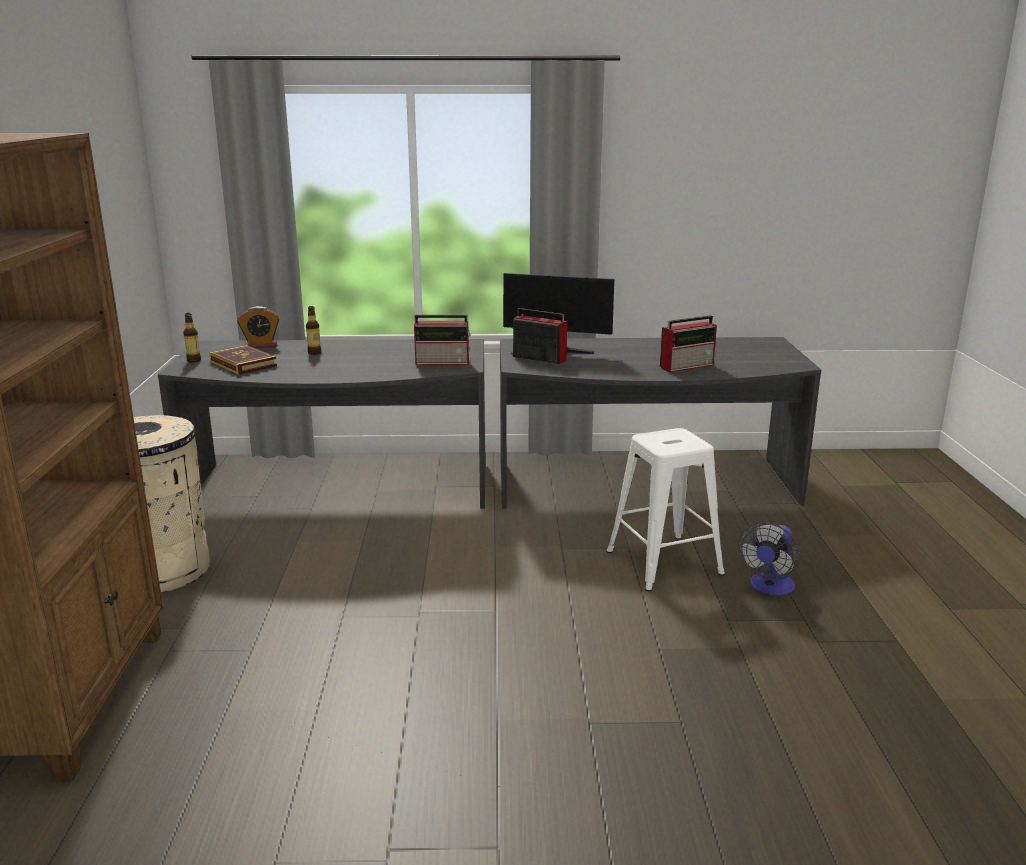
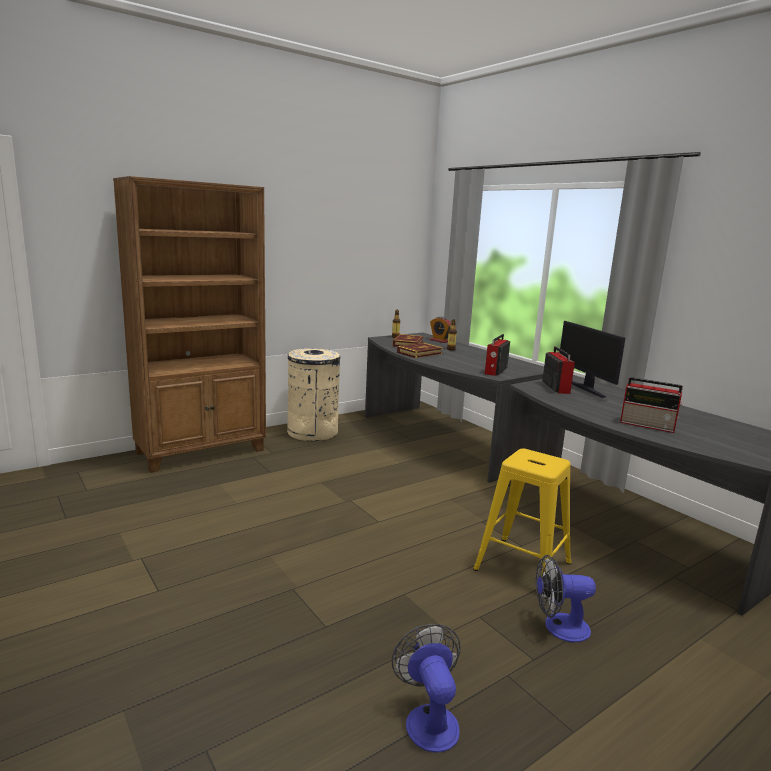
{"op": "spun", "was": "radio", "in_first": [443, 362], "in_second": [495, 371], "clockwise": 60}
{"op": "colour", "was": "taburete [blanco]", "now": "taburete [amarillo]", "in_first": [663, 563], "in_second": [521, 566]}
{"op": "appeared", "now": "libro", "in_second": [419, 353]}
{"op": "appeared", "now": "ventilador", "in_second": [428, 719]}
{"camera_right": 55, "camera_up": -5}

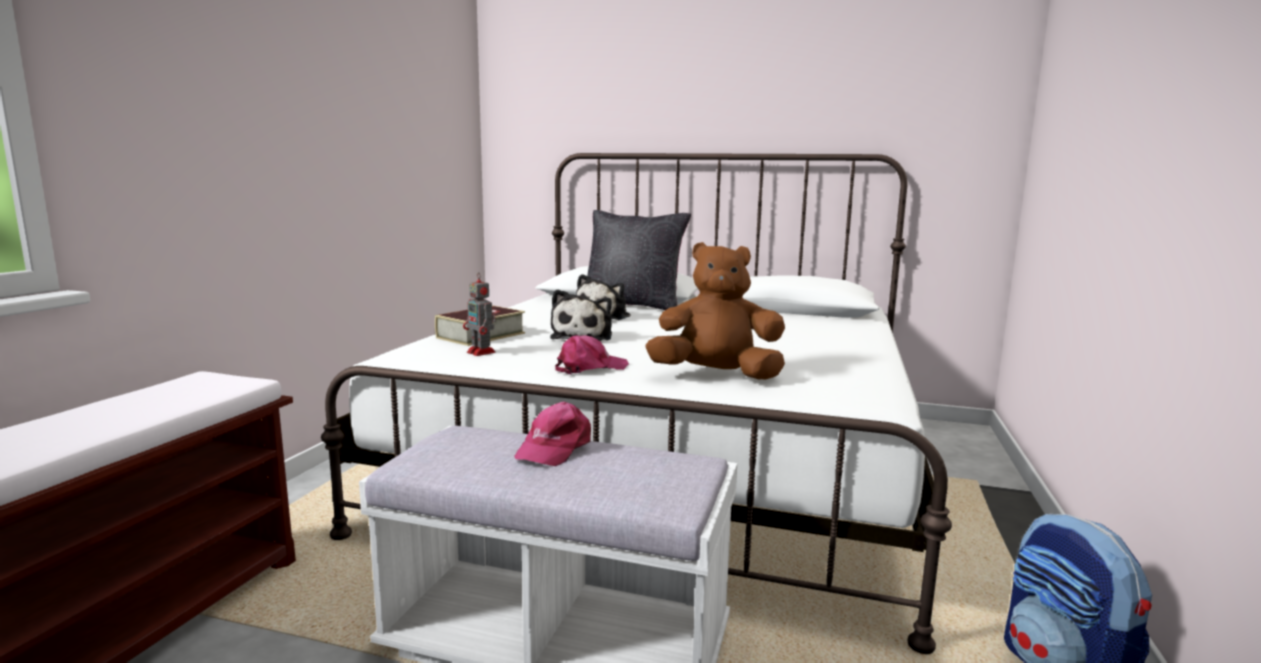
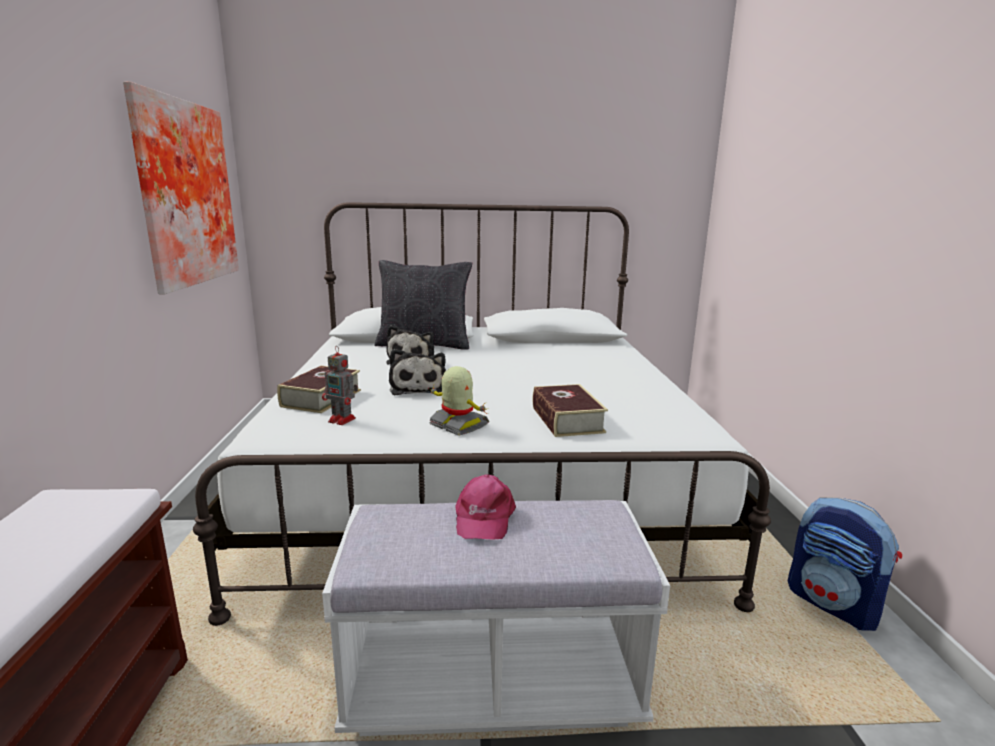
{"op": "exchanged", "was": "peluche [marrón]", "now": "libro", "in_first": [716, 375], "in_second": [567, 420]}
{"op": "exchanged", "was": "gorra [rosa]", "now": "robot de juguete", "in_first": [590, 368], "in_second": [458, 425]}
{"op": "appeared", "now": "cuadro", "in_second": [182, 193]}
{"camera_right": -20, "camera_up": 5}

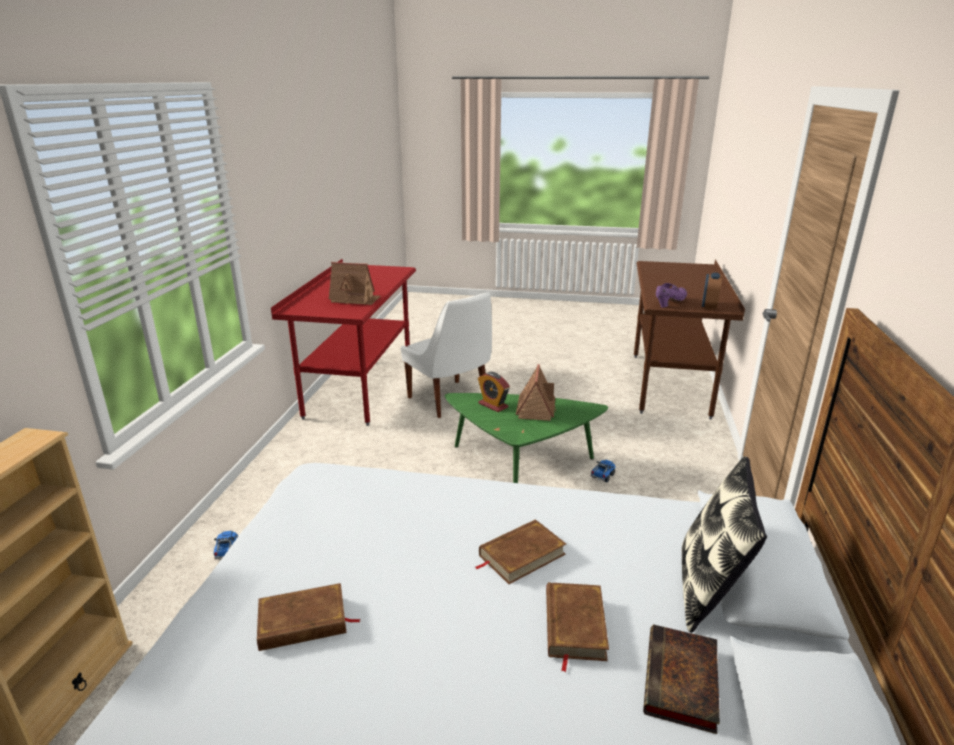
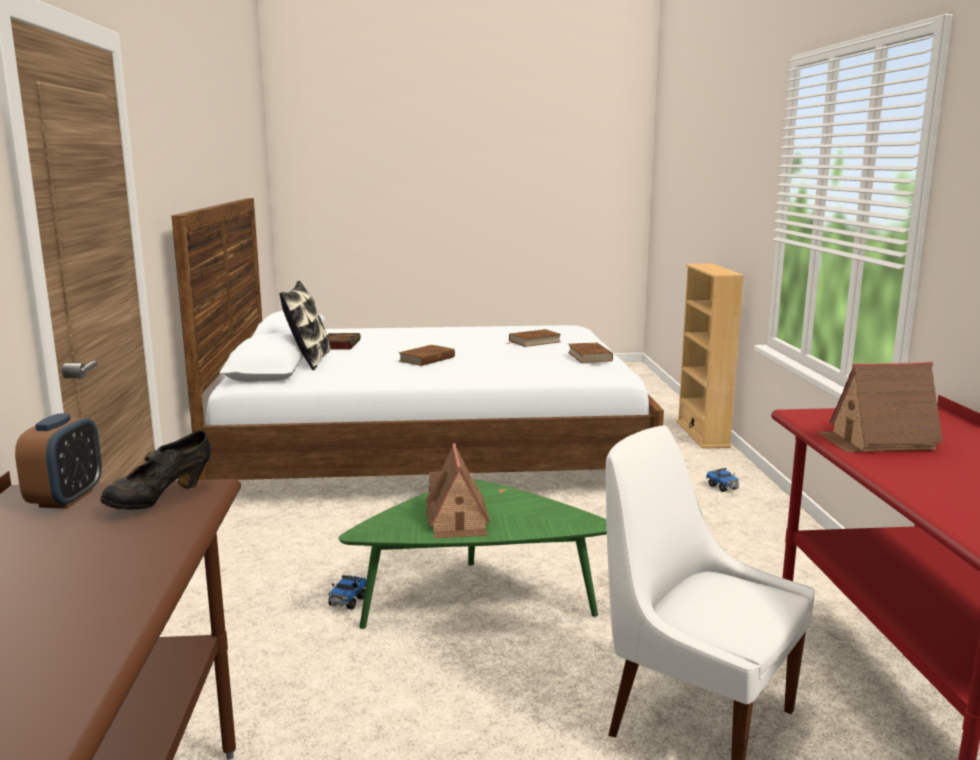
{"op": "colour", "was": "zapato [morado]", "now": "zapato [negro]", "in_first": [670, 303], "in_second": [160, 499]}
{"op": "missing", "was": "despertador", "in_first": [493, 405]}
{"op": "relocated", "was": "libro [marrón]", "in_first": [574, 625], "in_second": [590, 356]}
{"camera_right": 165, "camera_up": -10}

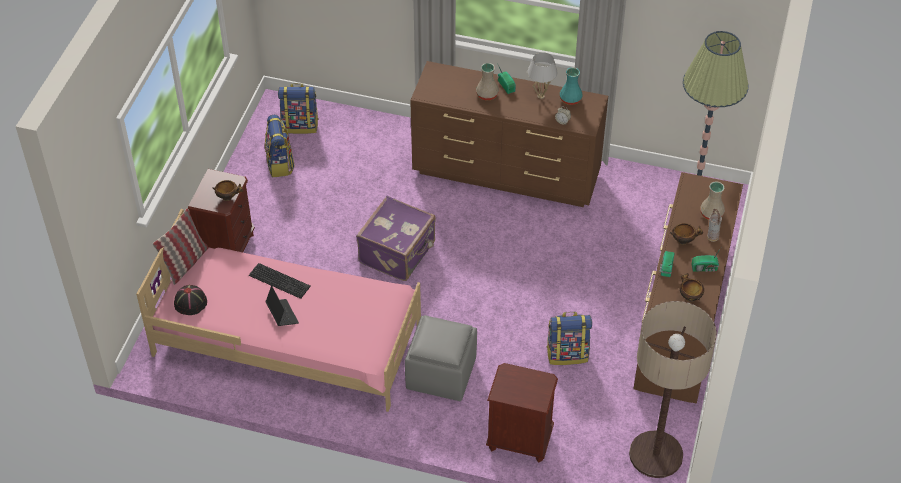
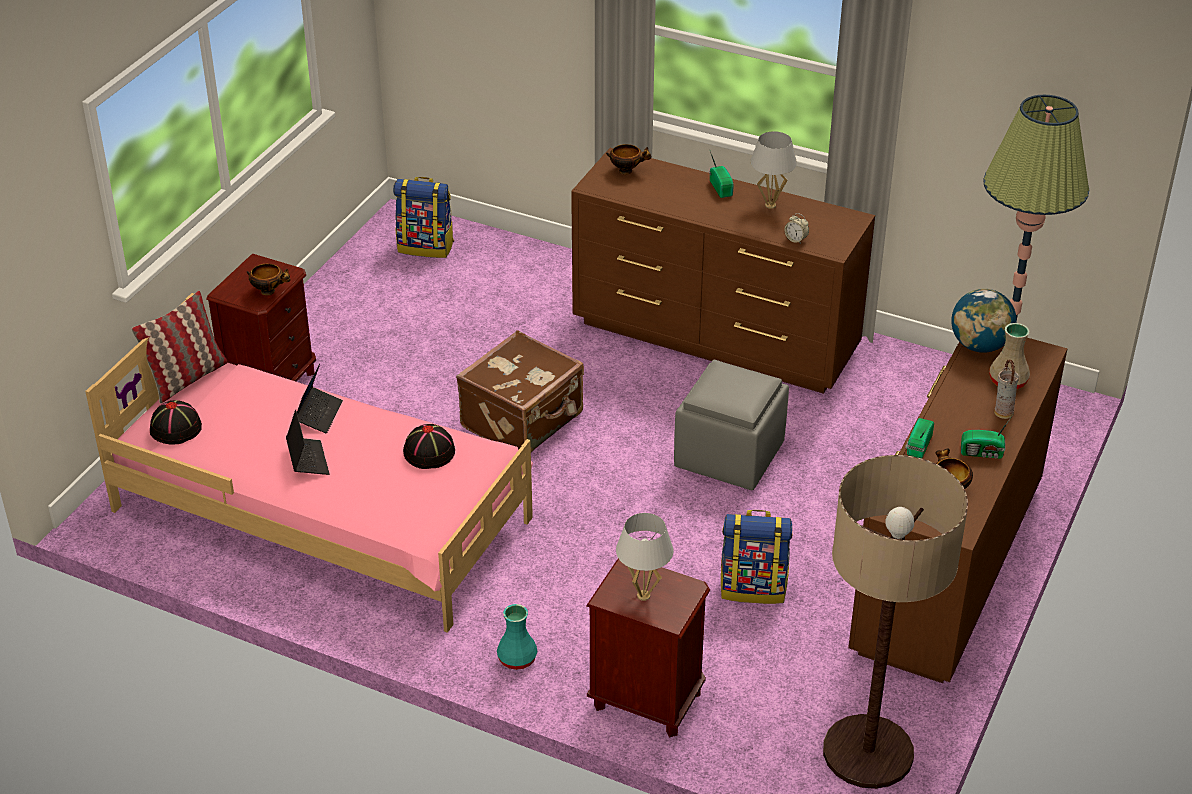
{"op": "missing", "was": "florero [beis]", "in_first": [487, 94]}
{"op": "relocated", "was": "florero [turquesa]", "in_first": [570, 99], "in_second": [517, 659]}
{"op": "missing", "was": "mochila", "in_first": [280, 164]}
{"op": "colour", "was": "maleta [morado]", "now": "maleta [marrón]", "in_first": [398, 253], "in_second": [524, 421]}
{"op": "relocated", "was": "cuenco", "in_first": [684, 241], "in_second": [627, 171]}
{"op": "exchanged", "was": "teclado", "now": "portátil", "in_first": [279, 279], "in_second": [319, 414]}
{"op": "relocated", "was": "puf [gris]", "in_first": [440, 373], "in_second": [728, 455]}
{"op": "appeared", "now": "globo terráqueo", "in_second": [979, 346]}
{"op": "appeared", "now": "sombrero [negro]", "in_second": [429, 453]}
{"op": "appeared", "now": "lámpara de mesa [blanco]", "in_second": [643, 596]}
{"camera_right": 10, "camera_up": -10}

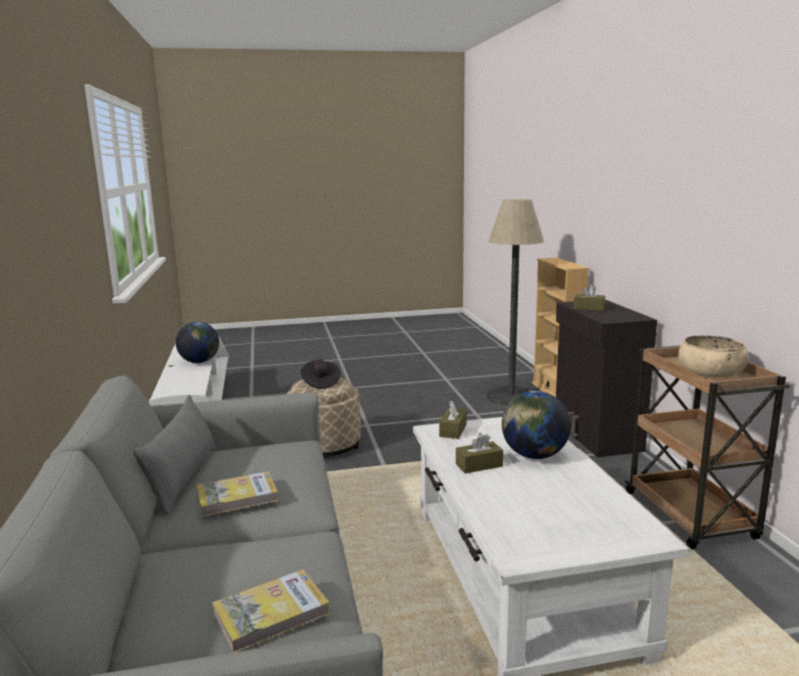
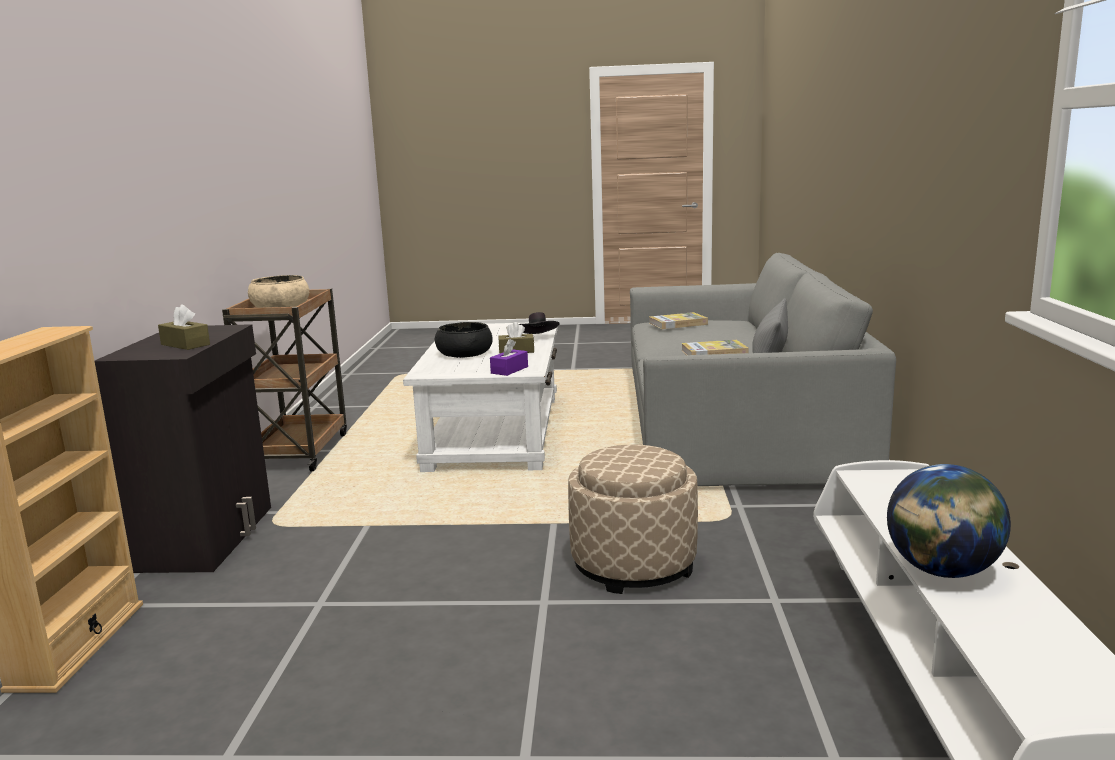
{"op": "missing", "was": "lámpara de pie", "in_first": [511, 396]}
{"op": "relocated", "was": "sombrero [negro]", "in_first": [320, 383], "in_second": [538, 338]}
{"op": "exchanged", "was": "globo terráqueo", "now": "cuenco [negro]", "in_first": [534, 455], "in_second": [464, 354]}
{"op": "colour", "was": "caja de pañuelos [marrón]", "now": "caja de pañuelos [morado]", "in_first": [453, 430], "in_second": [509, 370]}
{"camera_right": -165, "camera_up": 0}

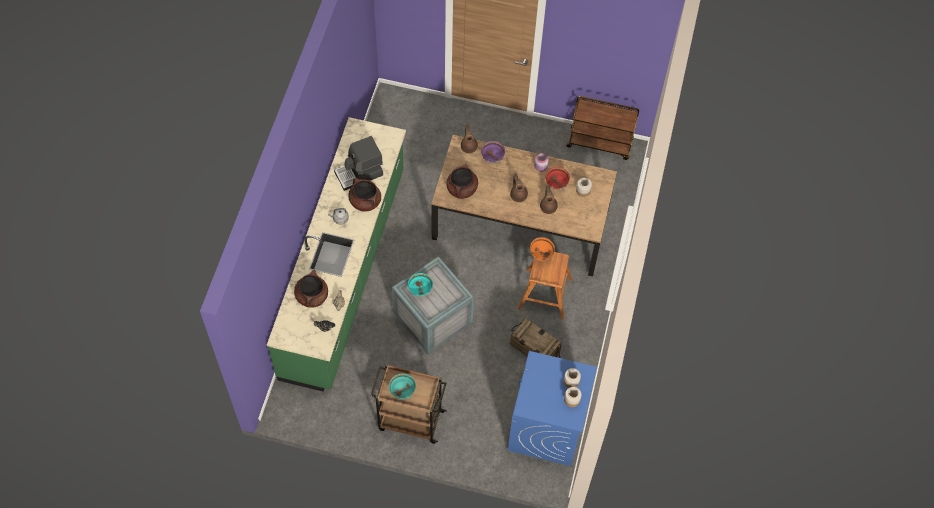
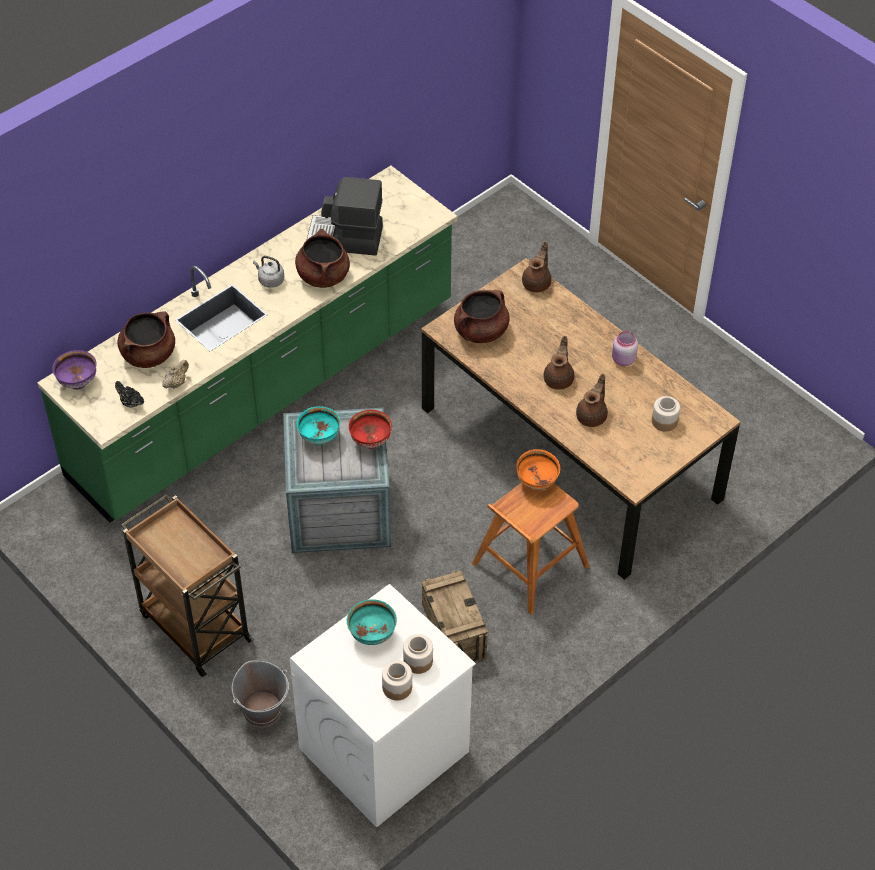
{"op": "missing", "was": "carrito [marrón]", "in_first": [600, 143]}
{"op": "relocated", "was": "cuenco [morado]", "in_first": [492, 158], "in_second": [77, 382]}
{"op": "relocated", "was": "cuenco [rojo]", "in_first": [556, 184], "in_second": [370, 441]}
{"op": "colour", "was": "lavadora [azul]", "now": "lavadora [blanco]", "in_first": [547, 428], "in_second": [383, 751]}
{"op": "relocated", "was": "cuenco [turquesa]", "in_first": [402, 391], "in_second": [372, 635]}
{"op": "appeared", "now": "cubo [gris]", "in_second": [263, 710]}
{"camera_right": 35, "camera_up": -10}

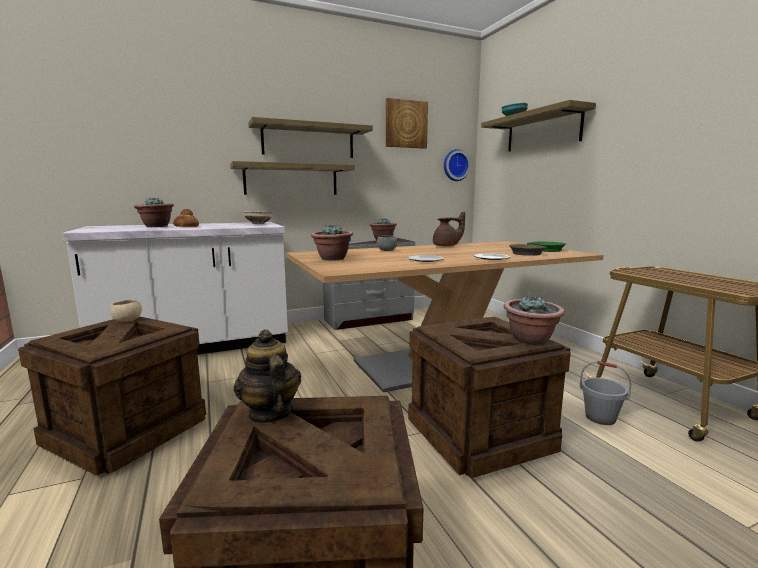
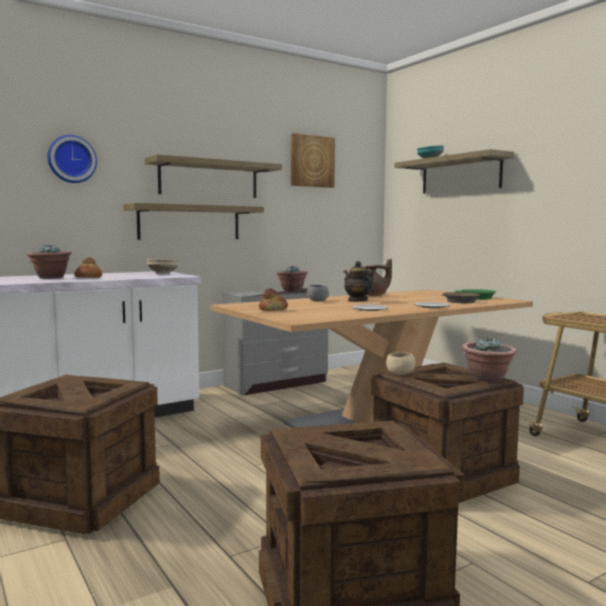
{"op": "relocated", "was": "reloj de pared", "in_first": [455, 165], "in_second": [71, 159]}
{"op": "exchanged", "was": "planta en maceta", "now": "pan", "in_first": [332, 259], "in_second": [273, 310]}
{"op": "relocated", "was": "cuenco [beis]", "in_first": [127, 320], "in_second": [400, 374]}
{"op": "relocated", "was": "tetera", "in_first": [269, 413], "in_second": [357, 300]}
{"op": "missing", "was": "cubo [gris]", "in_first": [600, 417]}
{"camera_right": -10, "camera_up": -5}

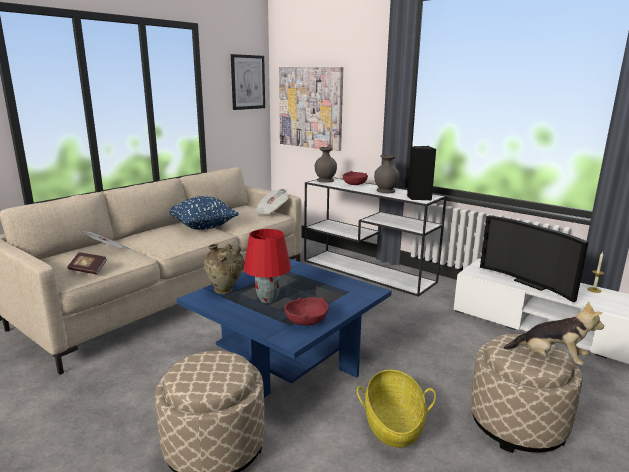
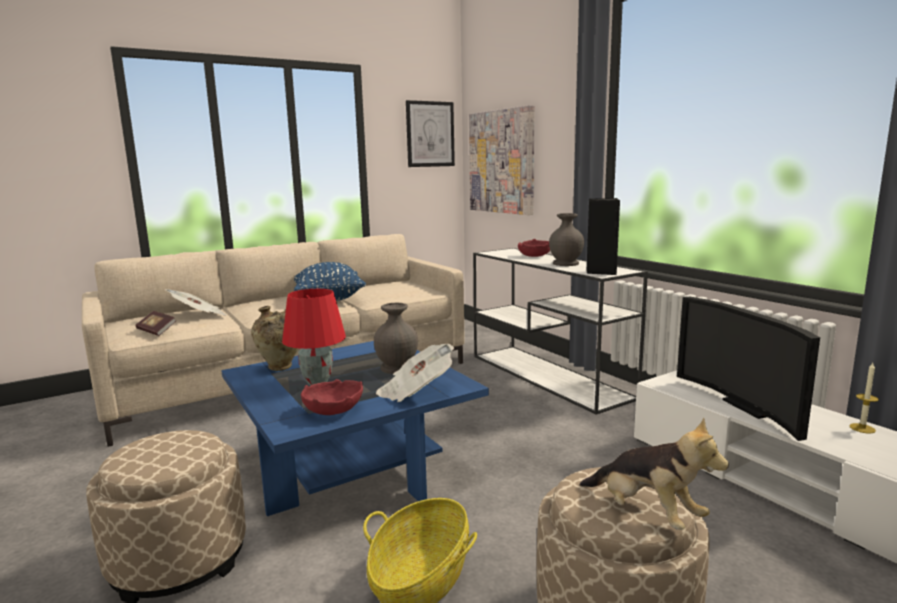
{"op": "relocated", "was": "florero [gris]", "in_first": [325, 180], "in_second": [397, 367]}
{"op": "relocated", "was": "periódico", "in_first": [270, 212], "in_second": [415, 392]}
{"camera_right": 20, "camera_up": -5}

